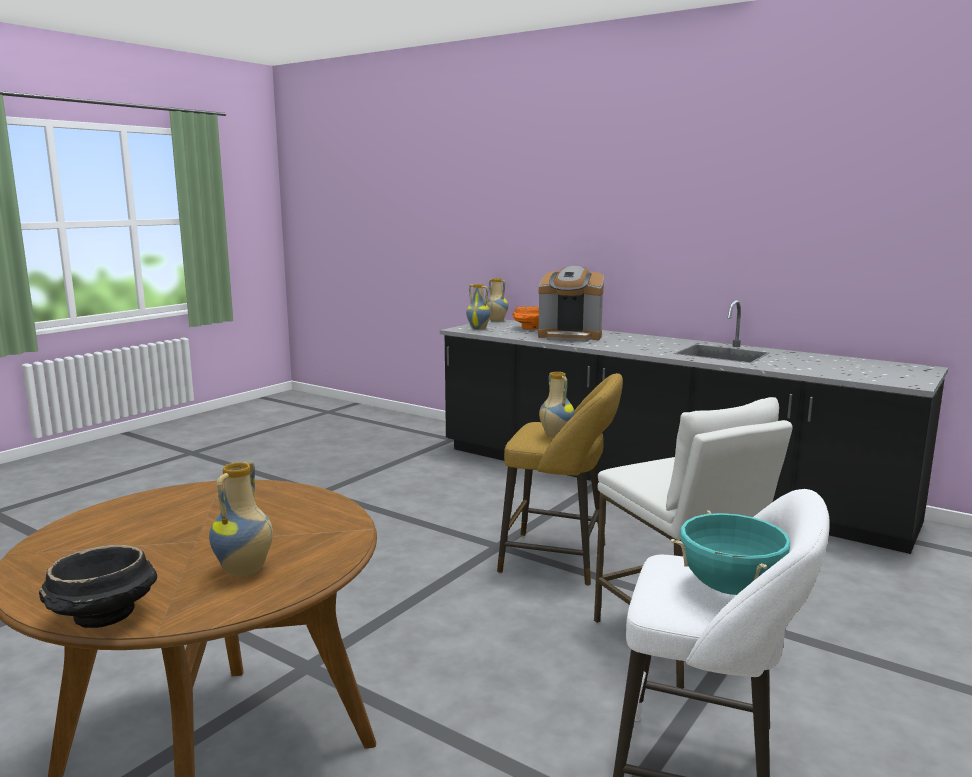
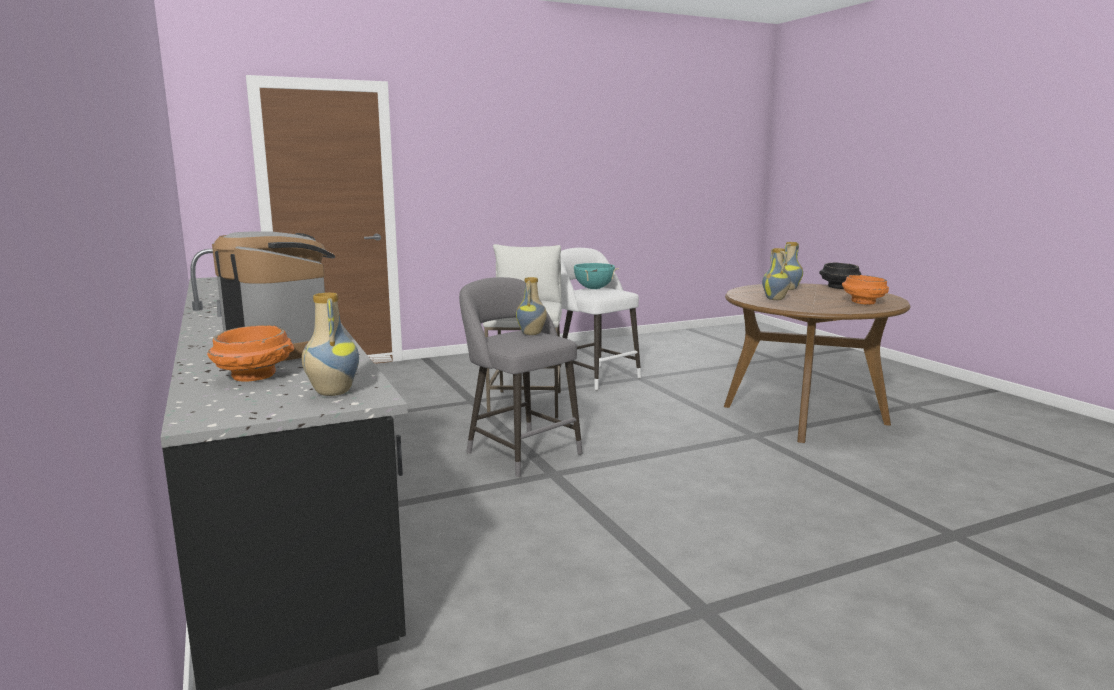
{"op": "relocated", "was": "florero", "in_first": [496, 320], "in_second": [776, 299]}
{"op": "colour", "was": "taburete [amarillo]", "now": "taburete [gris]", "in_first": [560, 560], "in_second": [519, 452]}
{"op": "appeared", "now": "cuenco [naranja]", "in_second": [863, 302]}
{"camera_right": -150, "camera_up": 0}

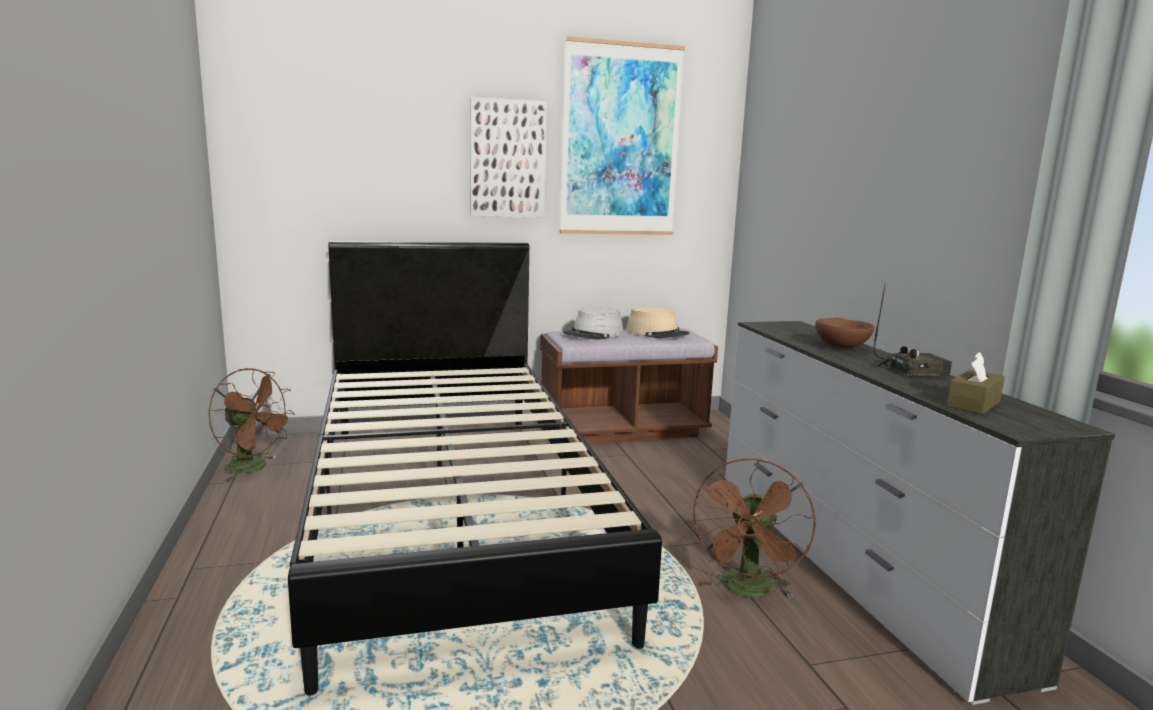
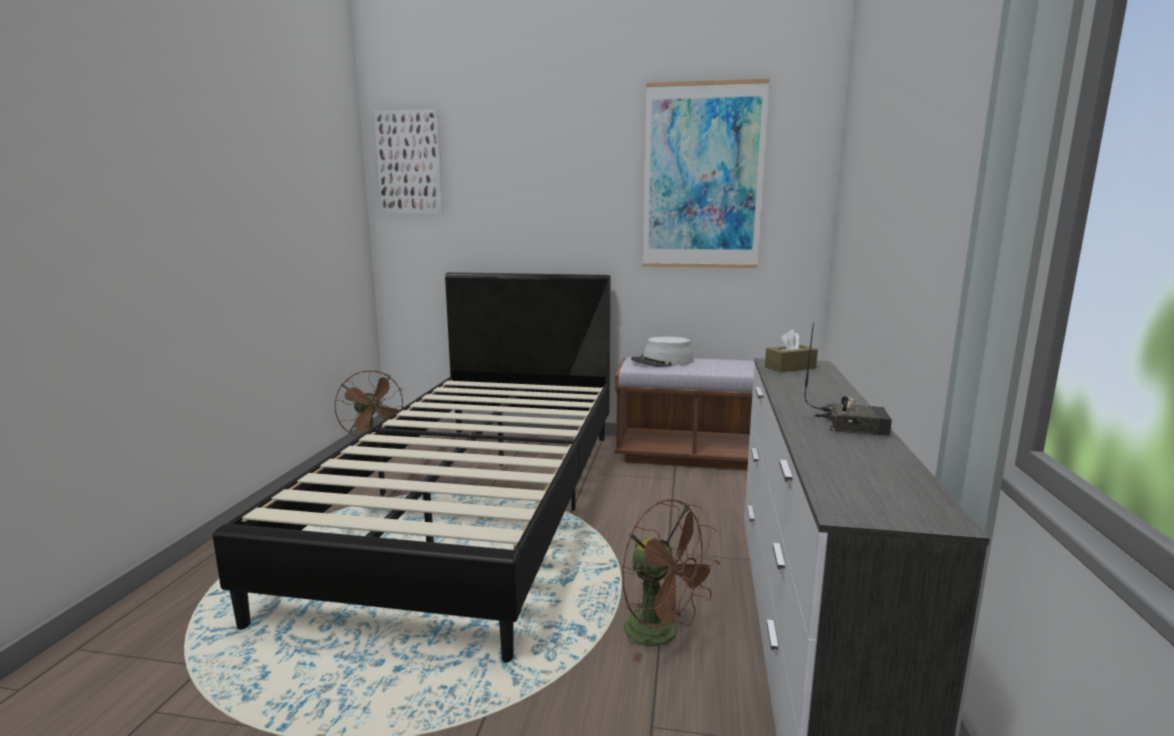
{"op": "relocated", "was": "cuadro", "in_first": [508, 159], "in_second": [410, 163]}
{"op": "missing", "was": "sombrero [beis]", "in_first": [657, 333]}
{"op": "missing", "was": "cuenco [marrón]", "in_first": [842, 347]}
{"op": "relocated", "was": "caja de pañuelos [marrón]", "in_first": [973, 404], "in_second": [790, 367]}
{"op": "spun", "was": "ventilador [marrón]", "in_first": [748, 591], "in_second": [662, 635], "clockwise": -90}
{"camera_right": 25, "camera_up": 0}

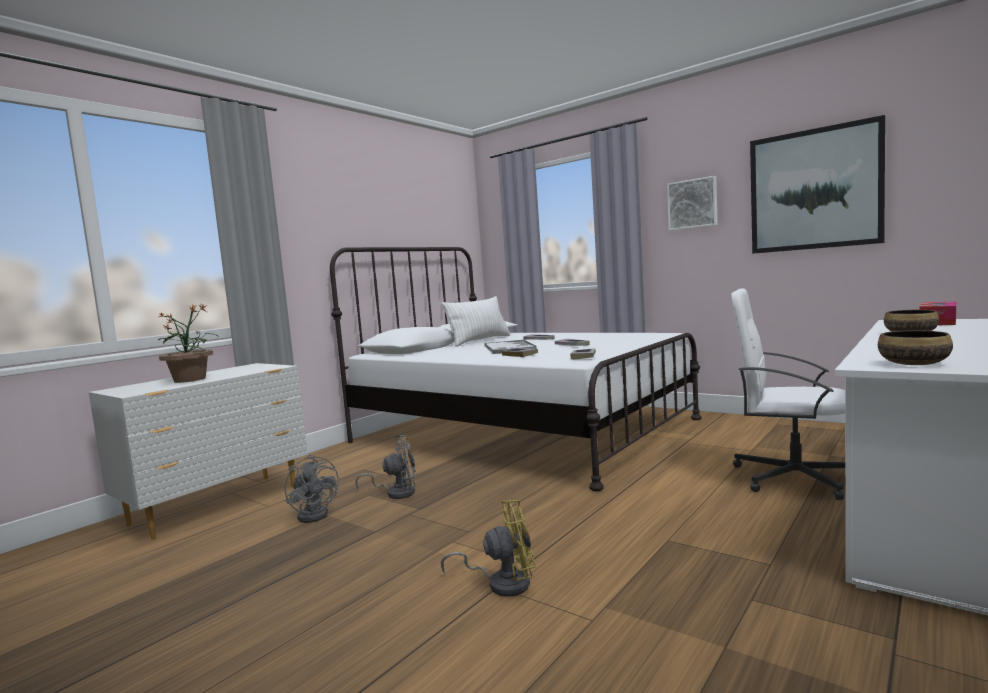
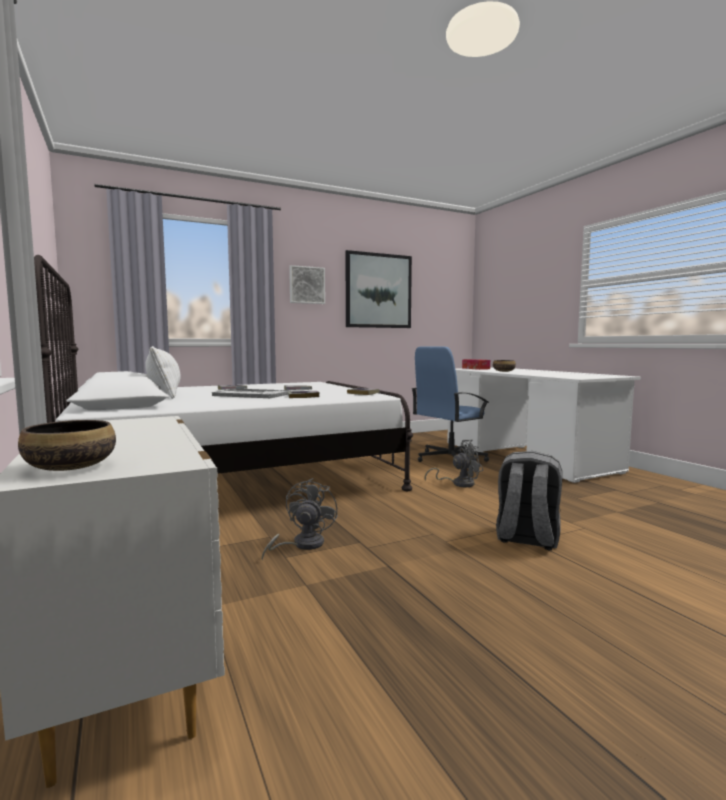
{"op": "colour", "was": "silla de oficina [blanco]", "now": "silla de oficina [azul]", "in_first": [792, 477], "in_second": [449, 459]}
{"op": "missing", "was": "planta en maceta", "in_first": [190, 379]}
{"op": "relocated", "was": "cuenco", "in_first": [914, 364], "in_second": [71, 467]}
{"op": "relocated", "was": "ventilador [gris]", "in_first": [316, 514], "in_second": [458, 483]}
{"op": "exchanged", "was": "ventilador [amarillo]", "now": "mochila [gris]", "in_first": [502, 583], "in_second": [526, 539]}
{"camera_right": -65, "camera_up": 0}

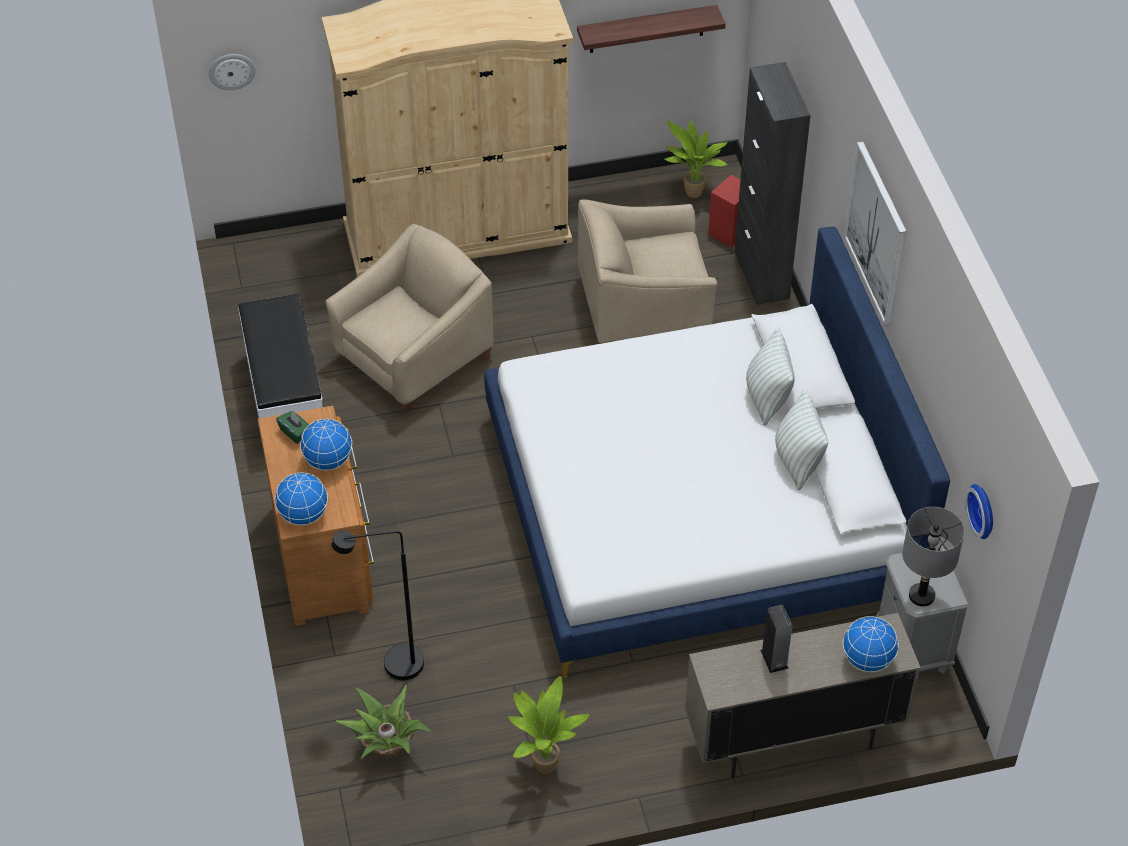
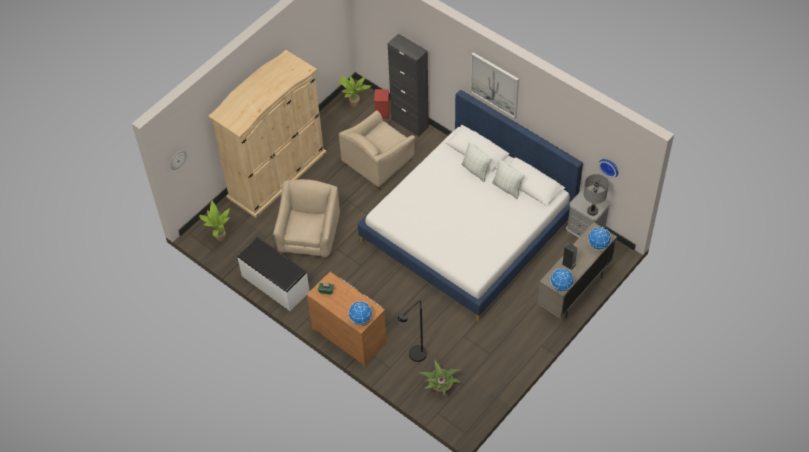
{"op": "missing", "was": "estante", "in_first": [646, 29]}
{"op": "relocated", "was": "globo terráqueo", "in_first": [327, 460], "in_second": [561, 286]}
{"op": "relocated", "was": "planta en maceta", "in_first": [543, 764], "in_second": [219, 238]}
{"camera_right": -35, "camera_up": 5}

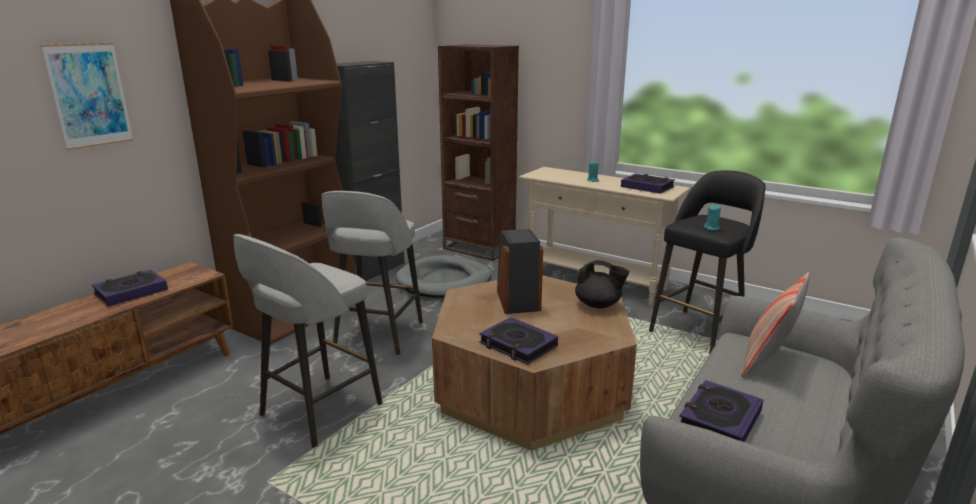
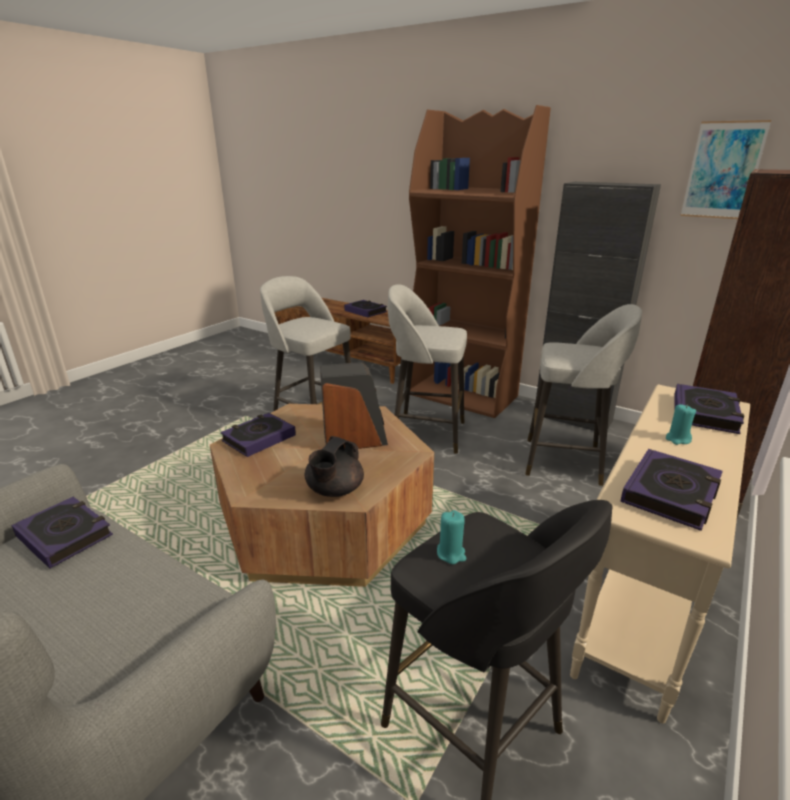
{"op": "relocated", "was": "cuadro", "in_first": [89, 95], "in_second": [723, 170]}
{"op": "exchanged", "was": "cama para perro [gris]", "now": "taburete [gris]", "in_first": [444, 281], "in_second": [566, 462]}
{"op": "missing", "was": "cojín", "in_first": [767, 361]}
{"op": "appeared", "now": "libro", "in_second": [705, 413]}
{"camera_right": 90, "camera_up": 5}

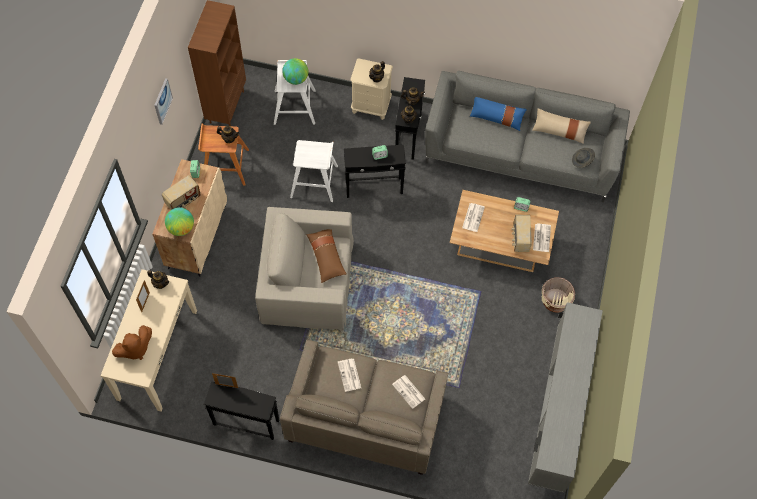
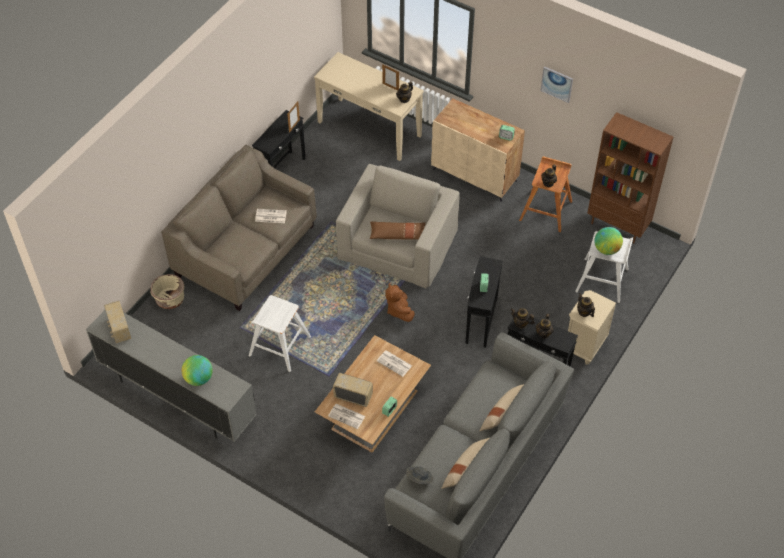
{"op": "colour", "was": "cojín [azul]", "now": "cojín [beis]", "in_first": [496, 118], "in_second": [502, 414]}
{"op": "relocated", "was": "taburete [blanco]", "in_first": [315, 181], "in_second": [279, 346]}
{"op": "relocated", "was": "radio", "in_first": [183, 200], "in_second": [119, 329]}
{"op": "relocated", "was": "globo terráqueo", "in_first": [181, 228], "in_second": [198, 378]}
{"op": "relocated", "was": "maceta [beis]", "in_first": [555, 301], "in_second": [170, 300]}
{"op": "relocated", "was": "peluche [marrón]", "in_first": [135, 349], "in_second": [399, 310]}
{"op": "missing", "was": "periódico", "in_first": [409, 392]}
{"camera_right": 110, "camera_up": -10}

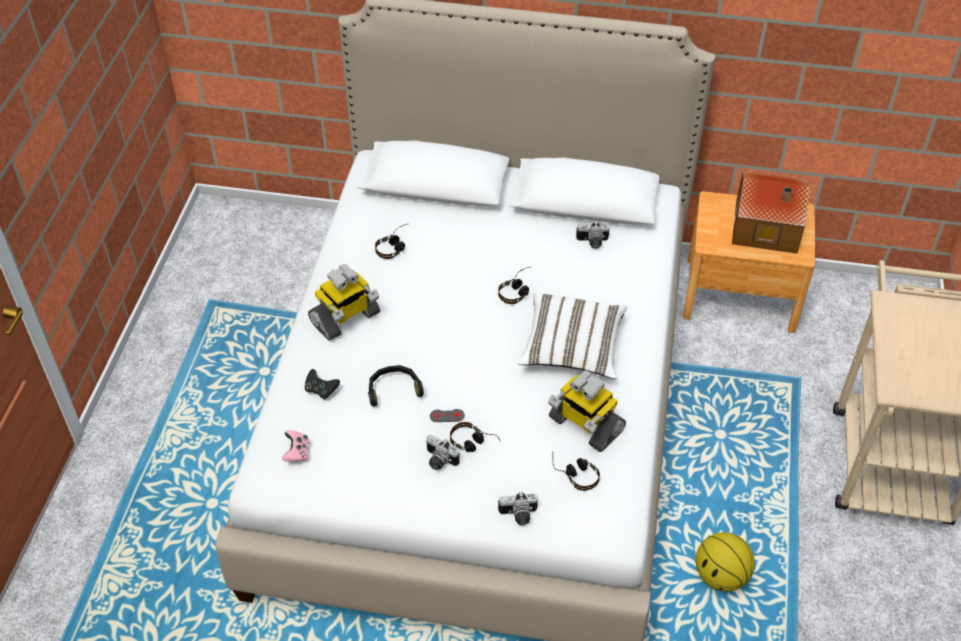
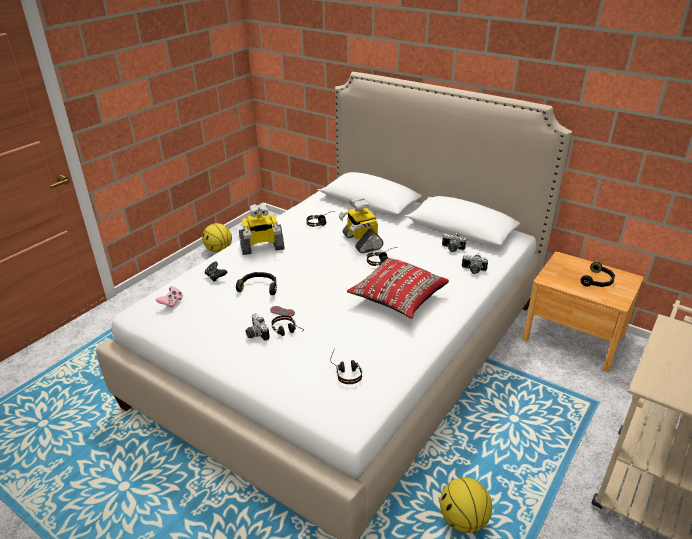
{"op": "exchanged", "was": "casita", "now": "auriculares [negro]", "in_first": [767, 228], "in_second": [598, 281]}
{"op": "colour", "was": "cojín [blanco]", "now": "cojín [rojo]", "in_first": [572, 348], "in_second": [397, 299]}
{"op": "relocated", "was": "robot de juguete", "in_first": [585, 425], "in_second": [361, 241]}
{"op": "relocated", "was": "cámara", "in_first": [518, 516], "in_second": [473, 270]}
{"op": "appeared", "now": "balón de baloncesto", "in_second": [219, 250]}
{"camera_right": 25, "camera_up": -15}

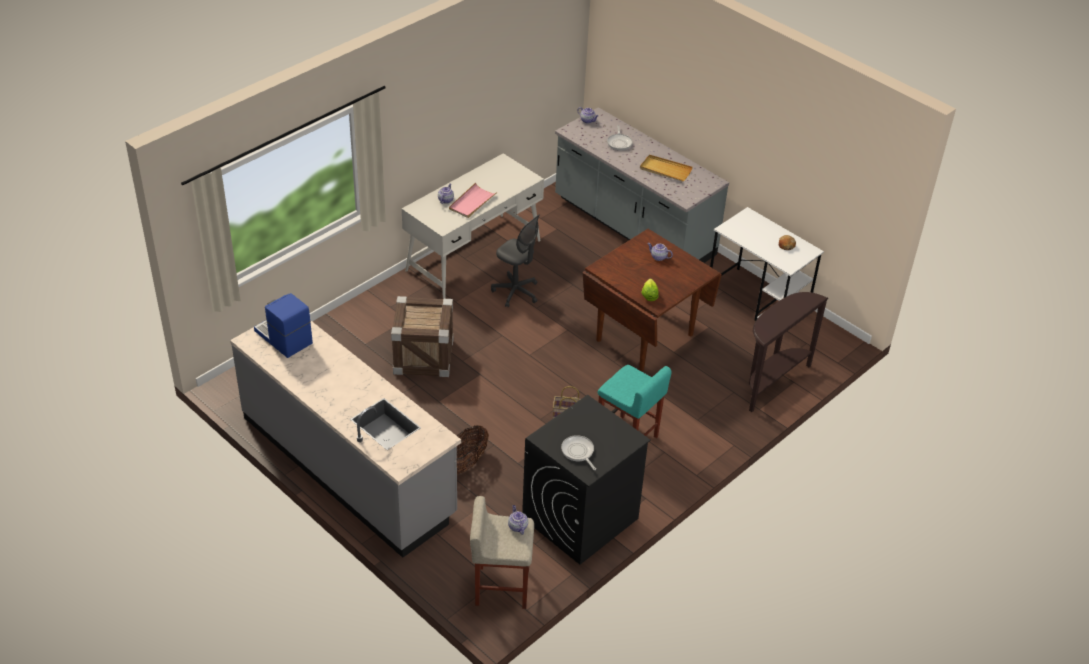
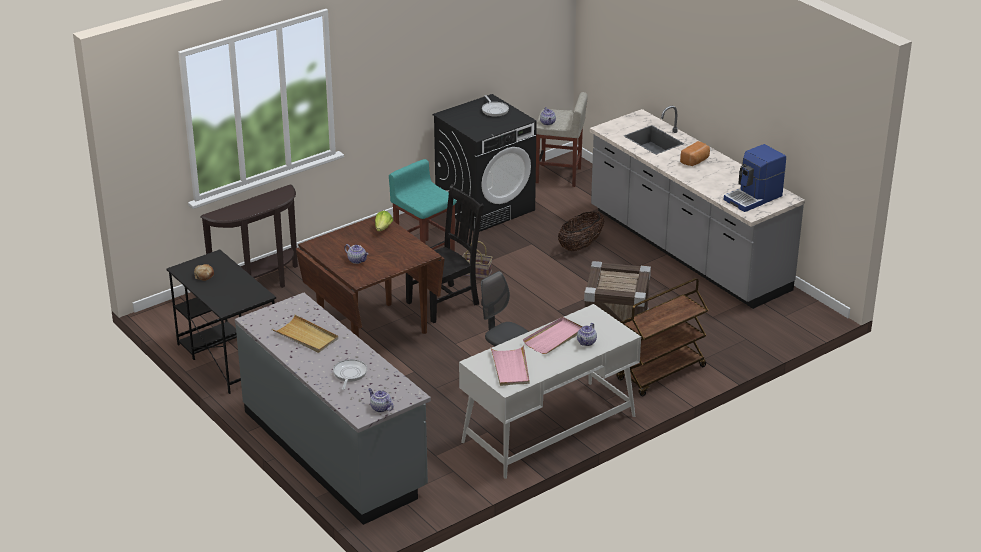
{"op": "colour", "was": "escritorio [blanco]", "now": "escritorio [negro]", "in_first": [758, 301], "in_second": [227, 358]}
{"op": "spun", "was": "cafetera", "in_first": [283, 338], "in_second": [754, 198], "clockwise": 90}
{"op": "appeared", "now": "pan", "in_second": [695, 161]}
{"op": "appeared", "now": "silla [negro]", "in_second": [445, 302]}
{"op": "appeared", "now": "carrito [marrón]", "in_second": [661, 374]}
{"op": "appeared", "now": "bandeja [rosa]", "in_second": [510, 368]}
{"camera_right": -170, "camera_up": -10}

